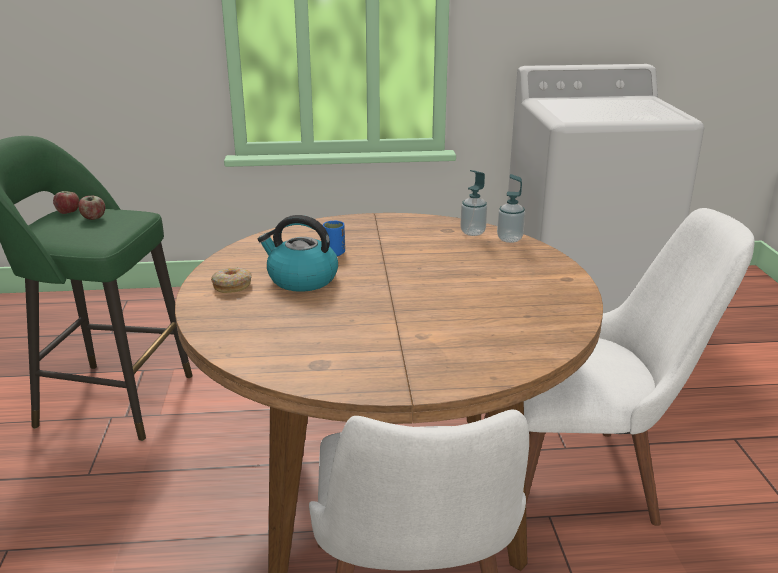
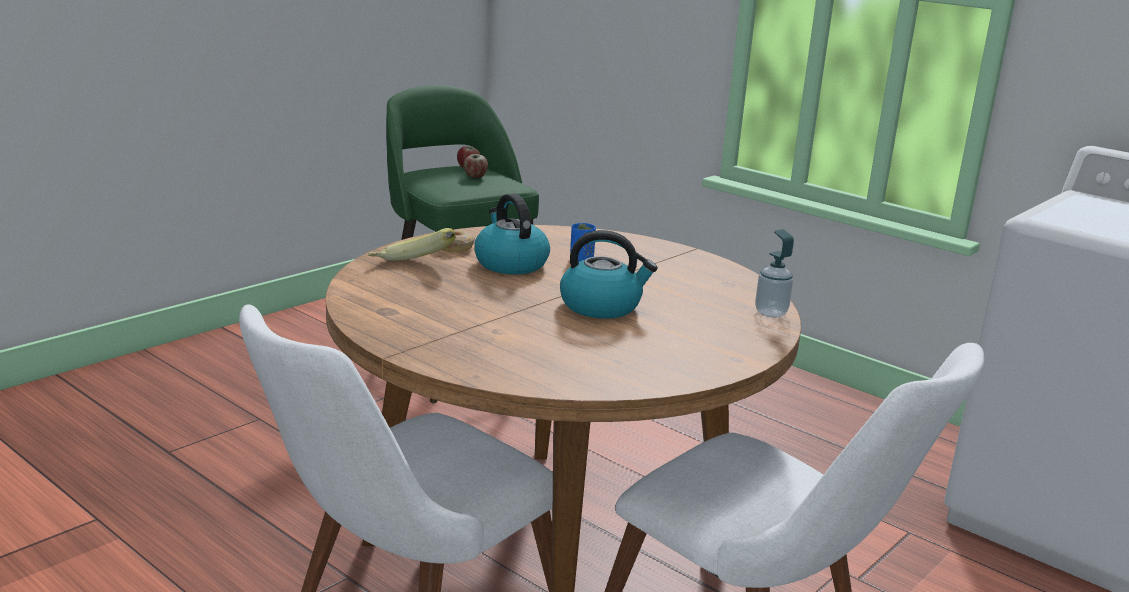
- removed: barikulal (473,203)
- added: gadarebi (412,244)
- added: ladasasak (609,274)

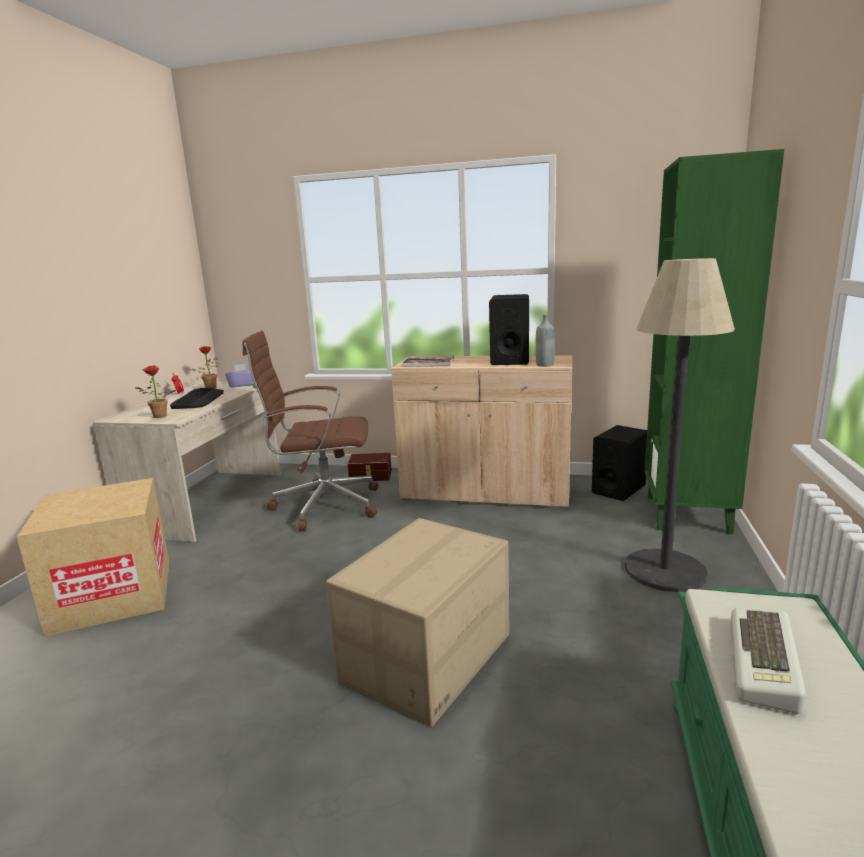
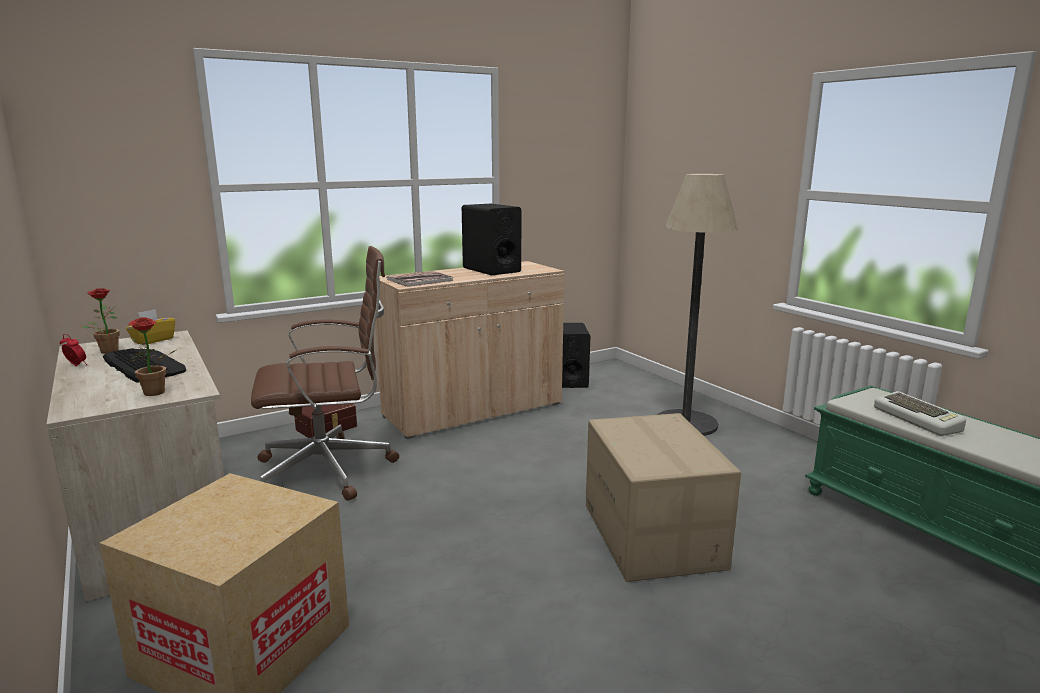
- removed: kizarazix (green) (714,341)
- removed: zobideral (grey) (545,340)
- turned: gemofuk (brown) (310,431) = (325,373) 150 degrees counterclockwise
- recoloured: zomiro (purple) (239,375) to zomiro (yellow) (150,327)

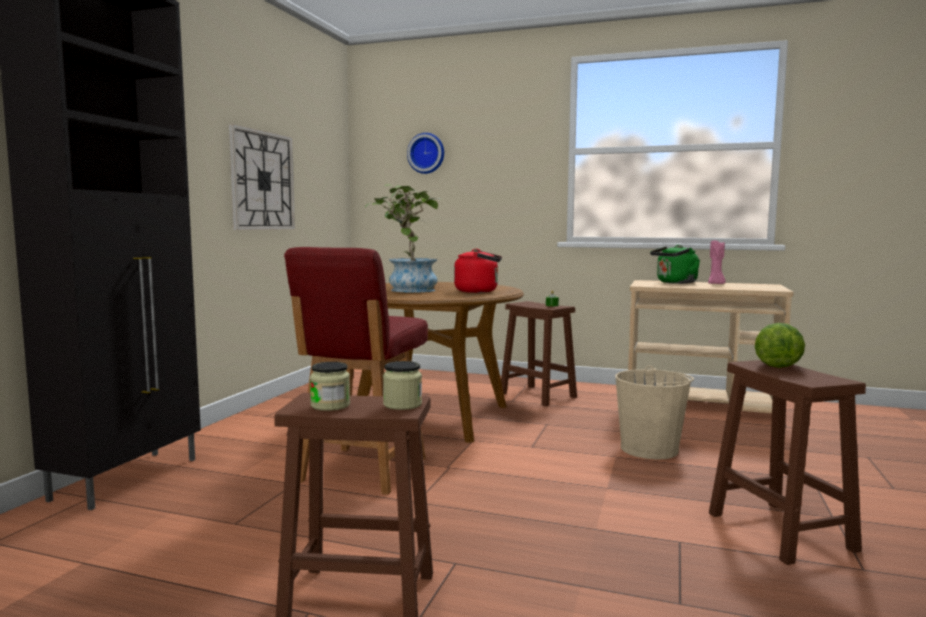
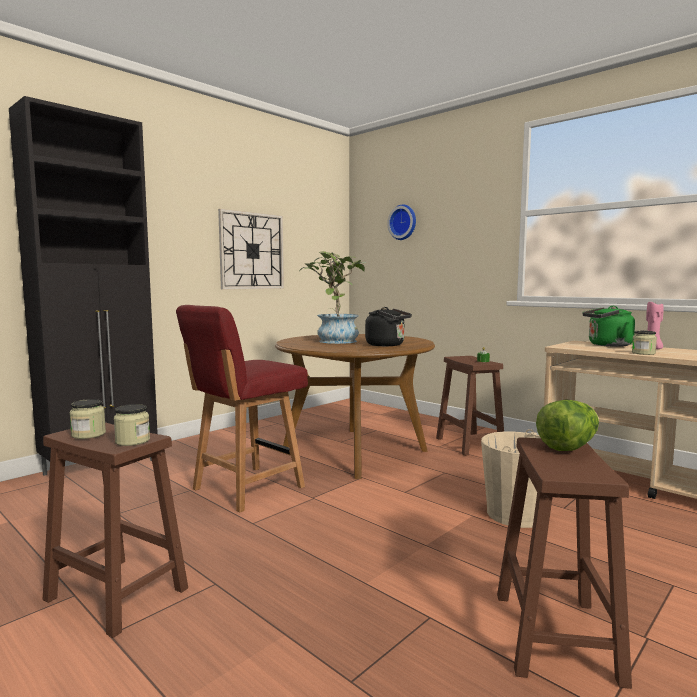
- recoloured: ladasasak (red) (478,271) to ladasasak (black) (388,326)
- added: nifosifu (644,343)

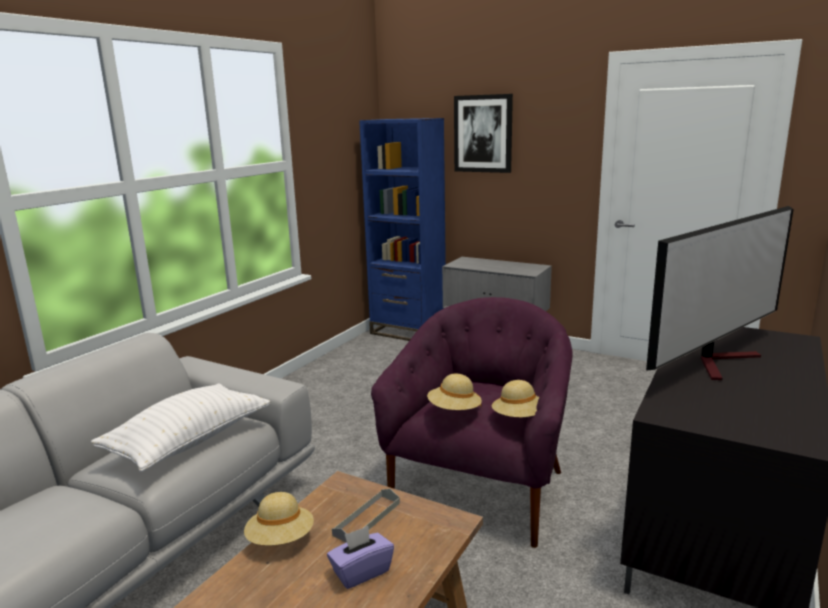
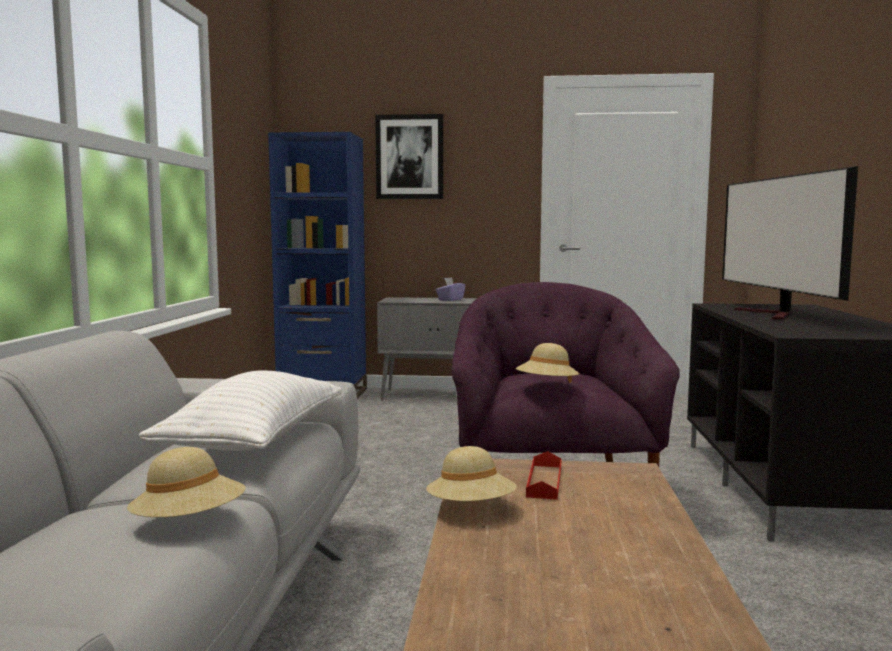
- turned: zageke (720,293) = (790,243) 150 degrees clockwise
- moved: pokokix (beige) (515,398) to (186,482)
- recoloured: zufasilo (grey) (366,515) to zufasilo (red) (543,475)
- moved: zomiro (purple) (360,557) to (450,289)

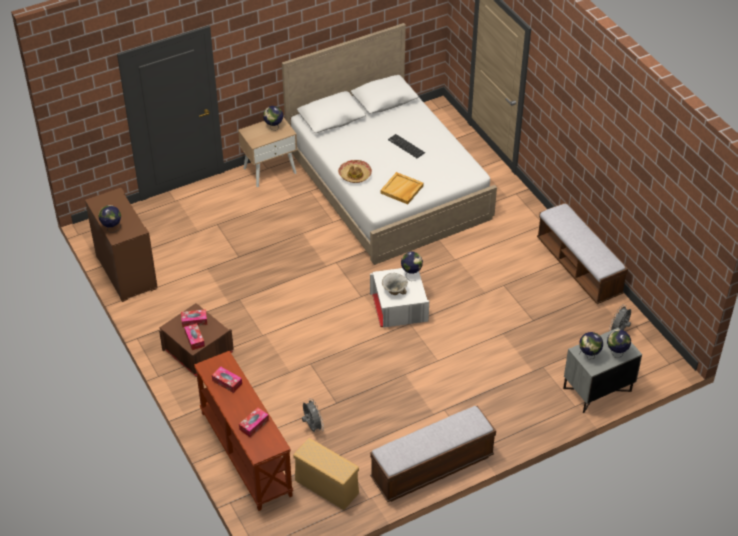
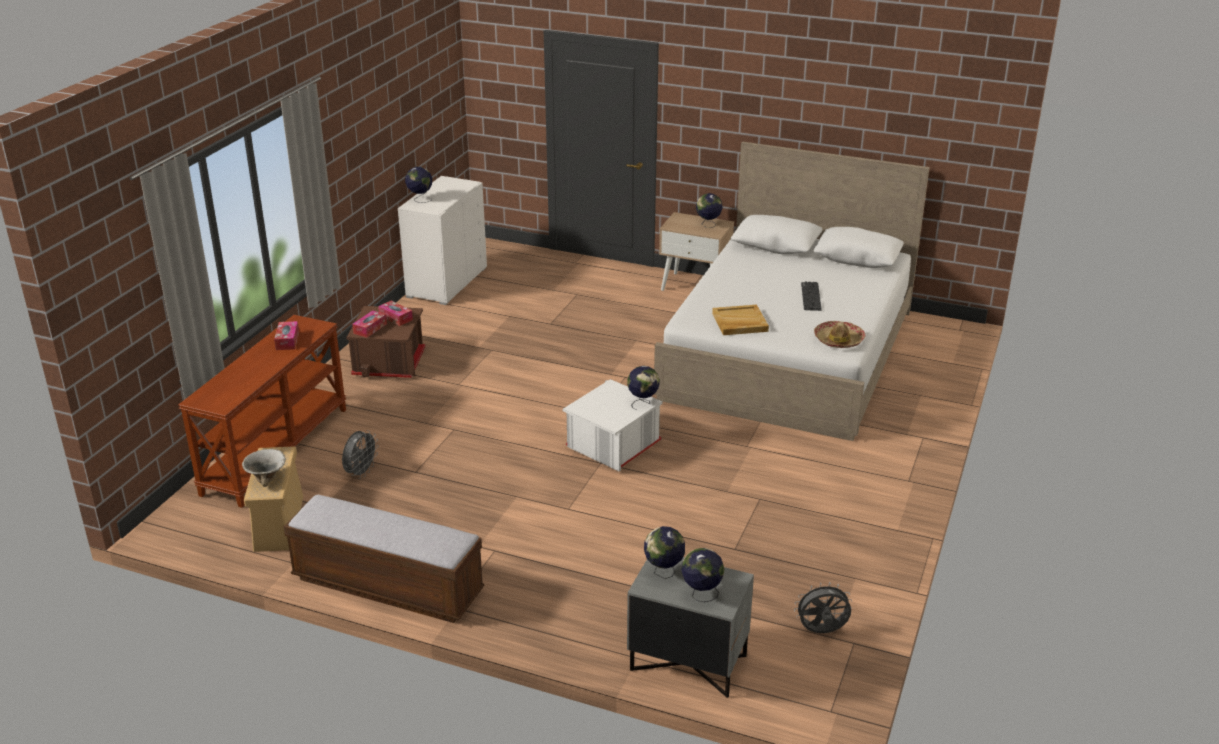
- moved: pokokix (355,171) to (839,334)
- recoloured: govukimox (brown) (121,245) to govukimox (white) (442,240)
- removed: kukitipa (582,253)
- moved: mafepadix (395,284) to (264,468)
- removed: zomiro (254,422)

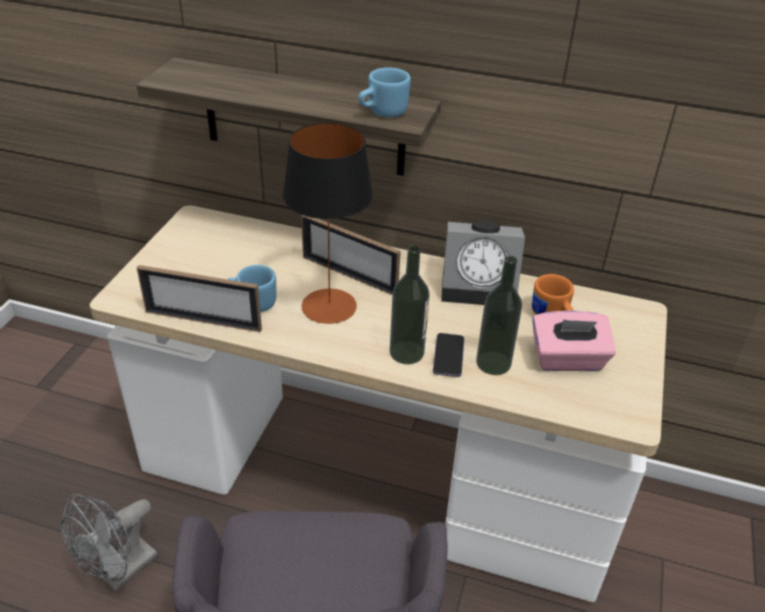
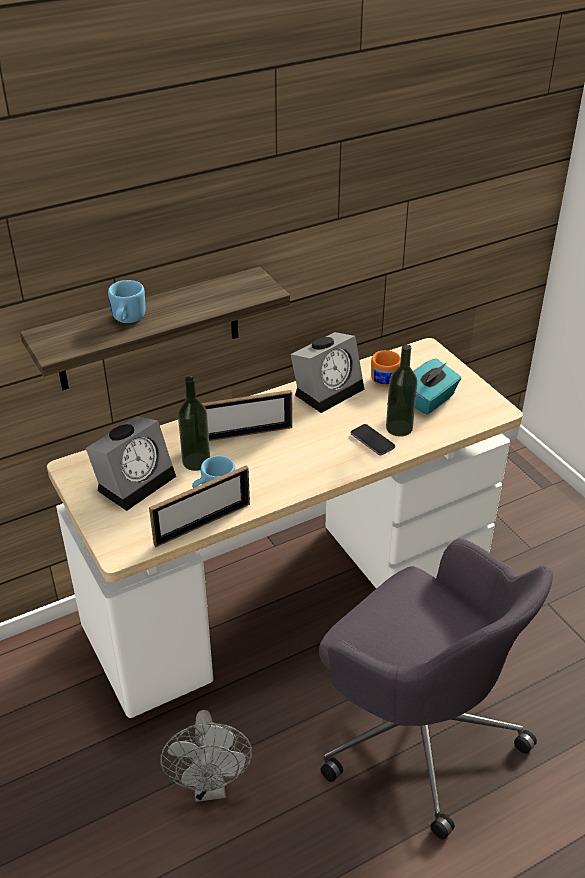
- moved: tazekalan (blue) (384,92) to (127,301)
- removed: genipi (328,223)
- moved: zobideral (410,304) to (194,423)
- recoloured: zomiro (pink) (574,341) to zomiro (turquoise) (437,386)
- added: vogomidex (131,463)

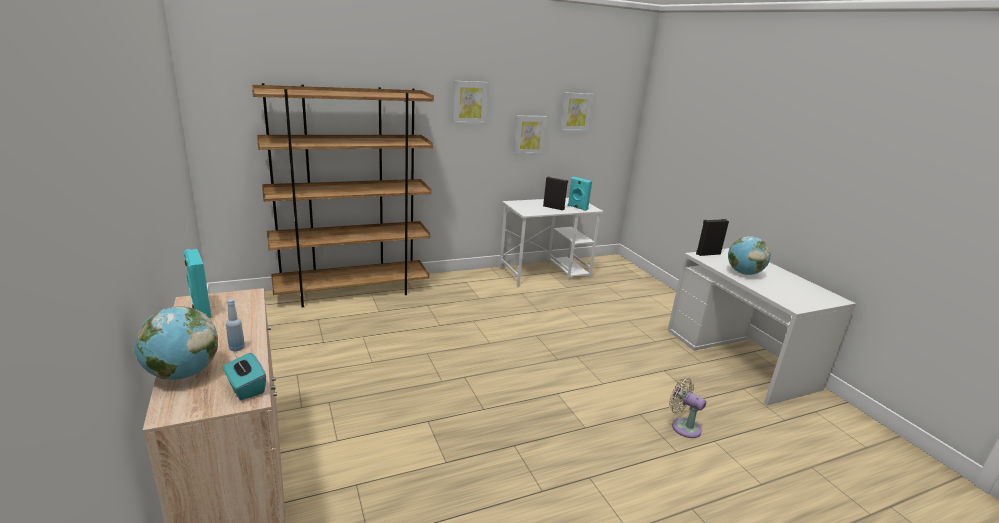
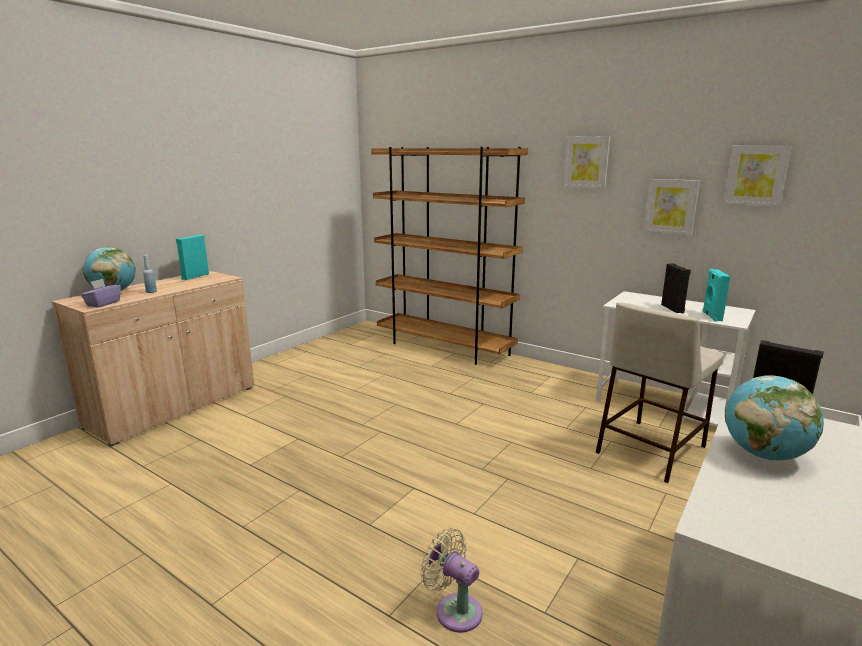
- recoloured: zomiro (turquoise) (244,376) to zomiro (purple) (101,293)
- turned: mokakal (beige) (687,407) = (451,580) 60 degrees counterclockwise
- added: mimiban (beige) (660,393)

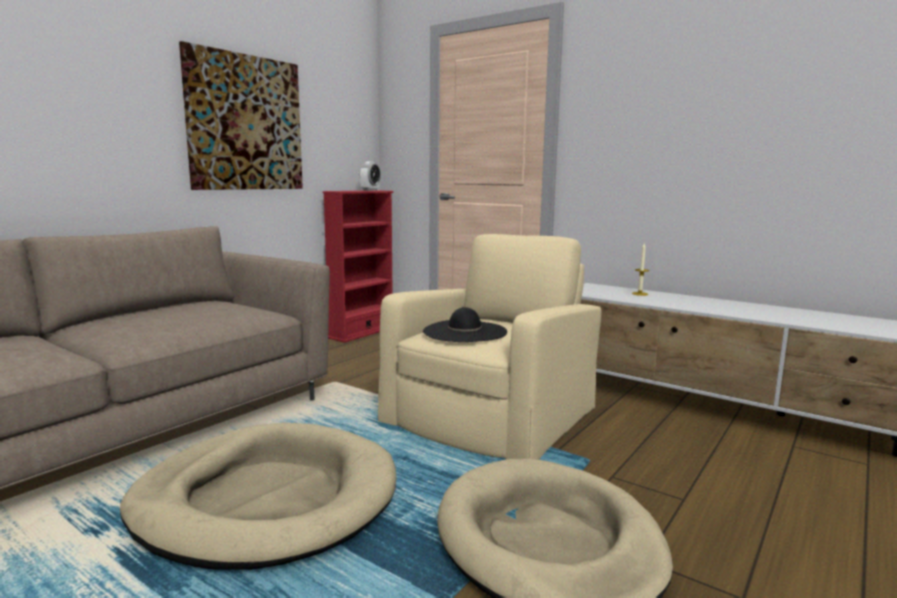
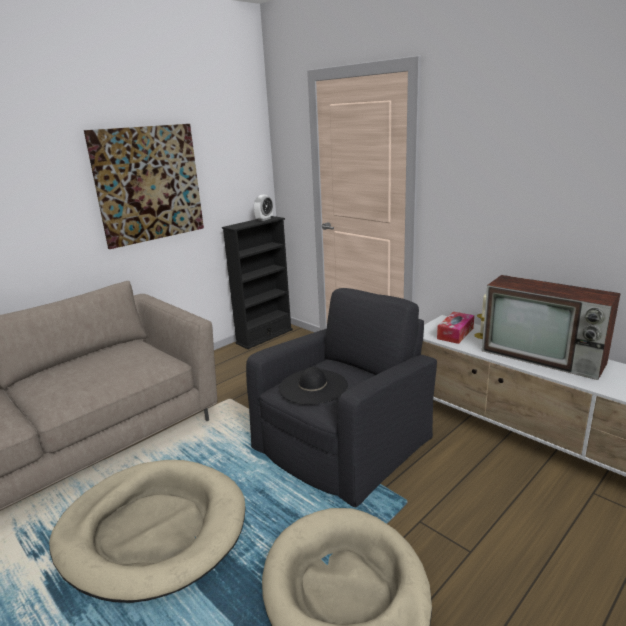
- recoloured: kizarazix (red) (357,266) to kizarazix (black) (257,282)
- recoloured: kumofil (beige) (489,347) to kumofil (black) (341,397)
- added: zageke (551,327)
- added: zomiro (455,328)

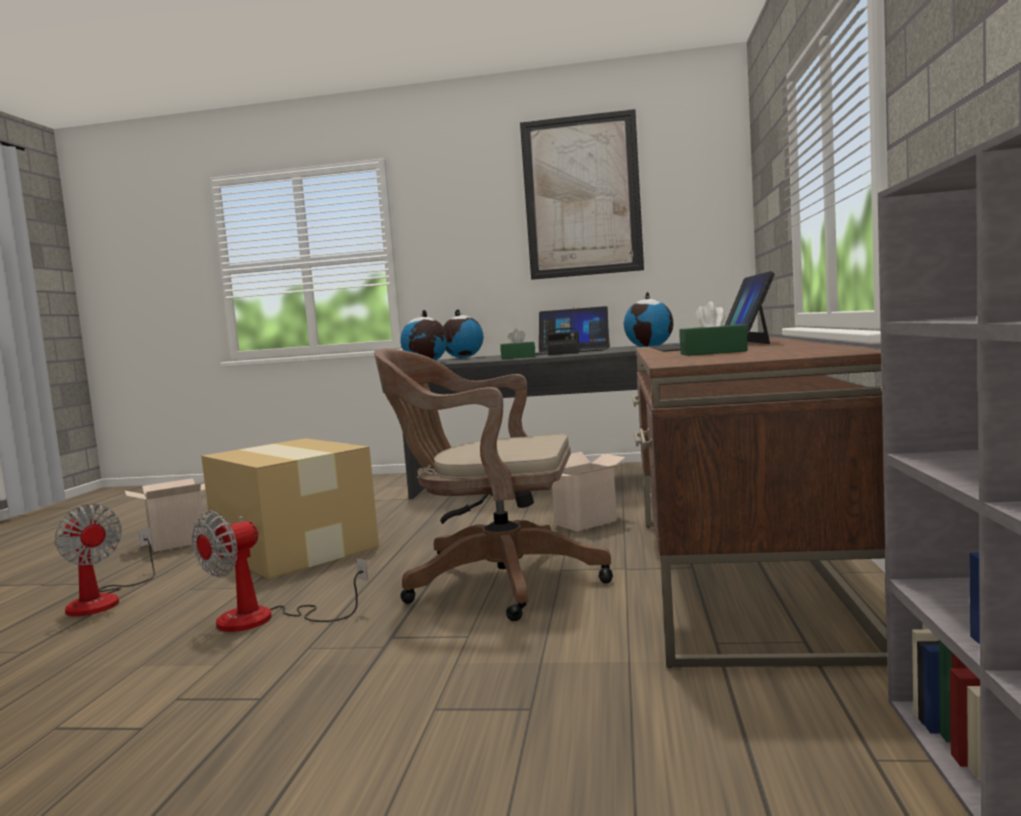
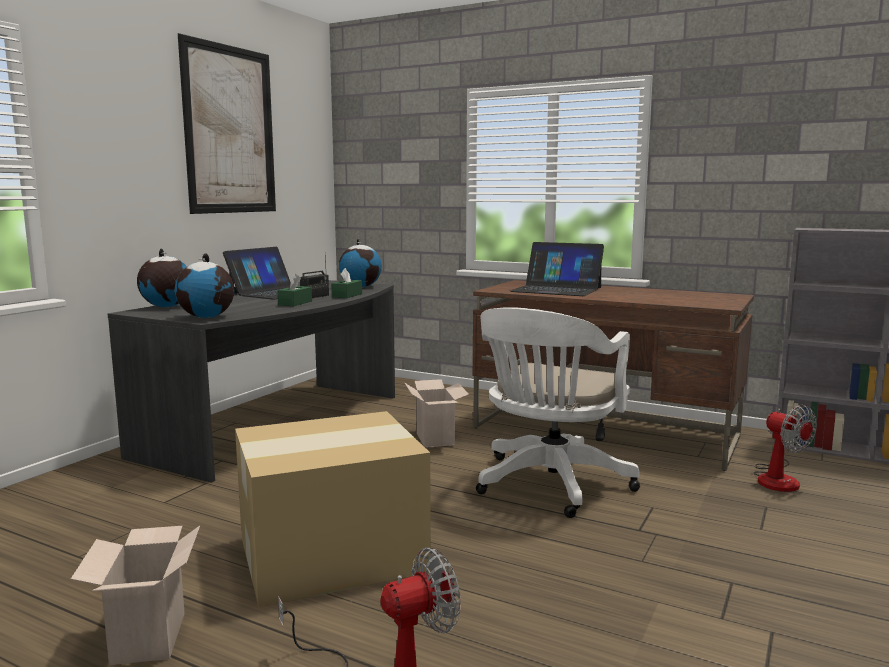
- moved: zomiro (green) (713,328) to (346,283)
- recoloured: gemofuk (brown) (493,484) to gemofuk (white) (558,412)
- moved: mokakal (280,571) to (785,448)

